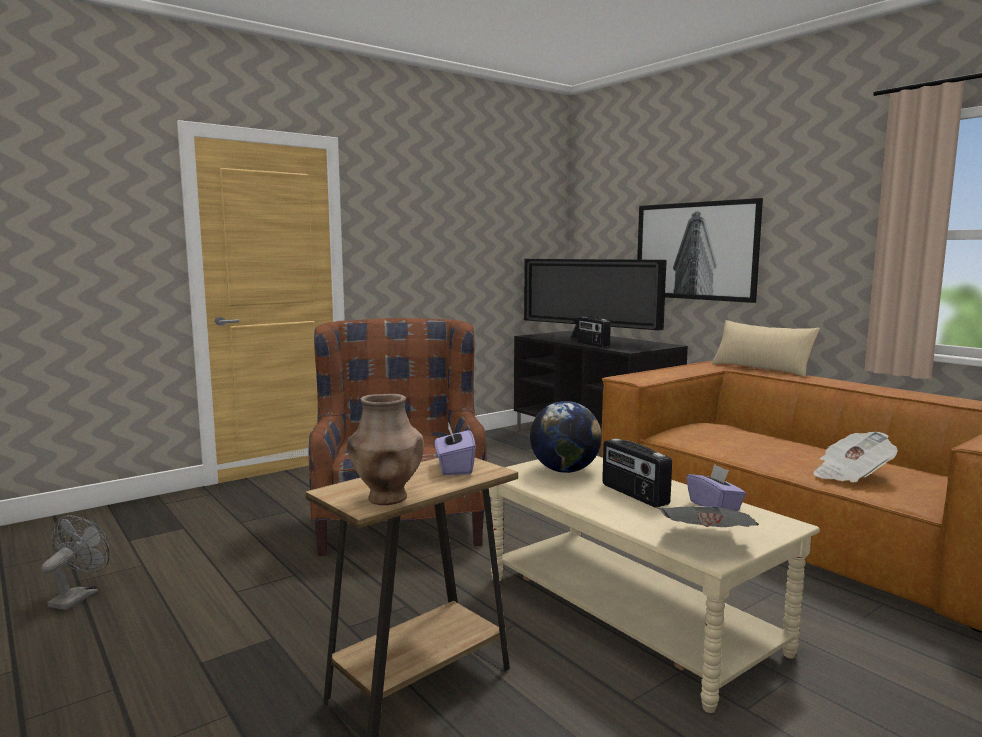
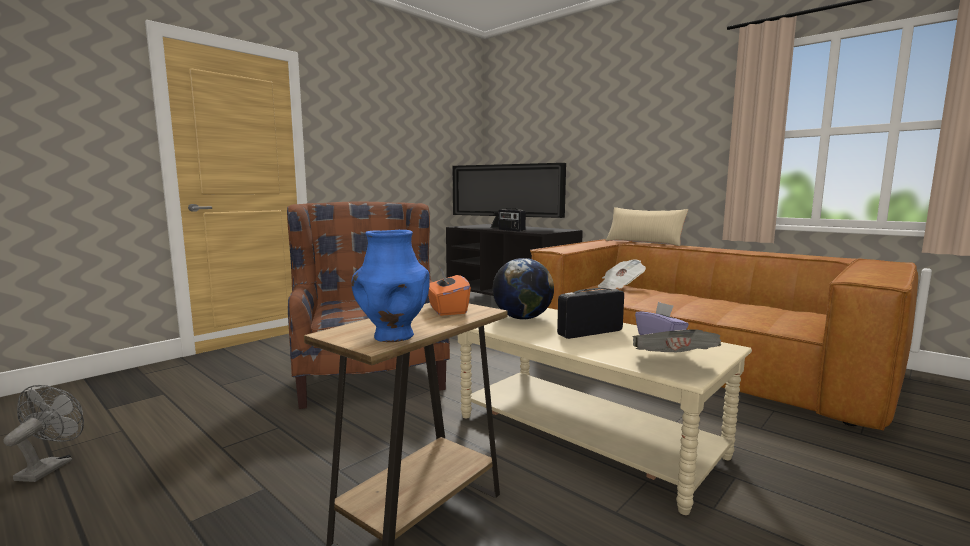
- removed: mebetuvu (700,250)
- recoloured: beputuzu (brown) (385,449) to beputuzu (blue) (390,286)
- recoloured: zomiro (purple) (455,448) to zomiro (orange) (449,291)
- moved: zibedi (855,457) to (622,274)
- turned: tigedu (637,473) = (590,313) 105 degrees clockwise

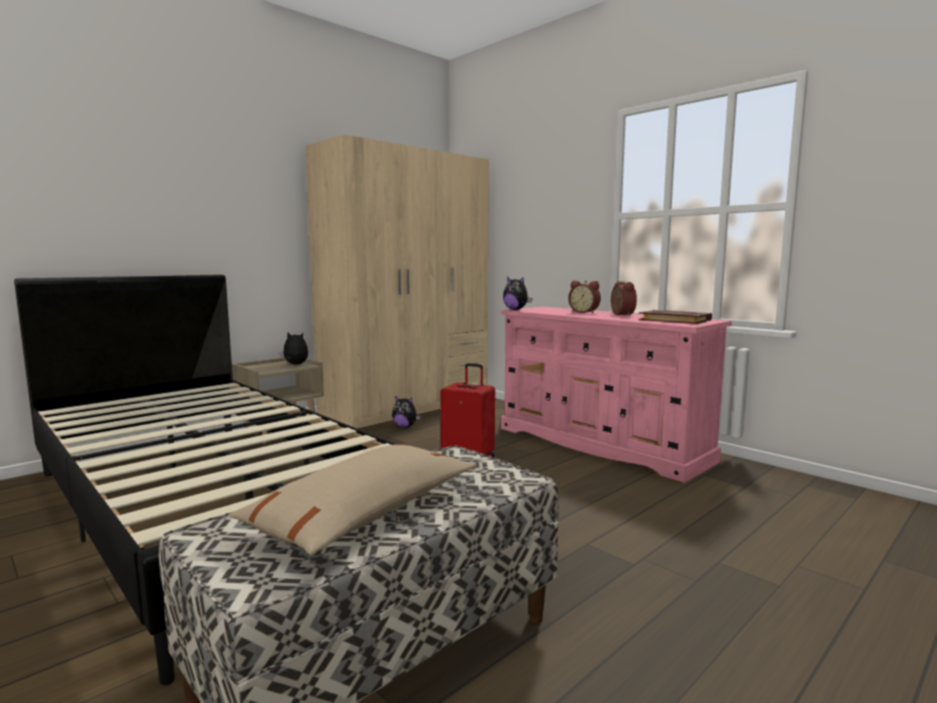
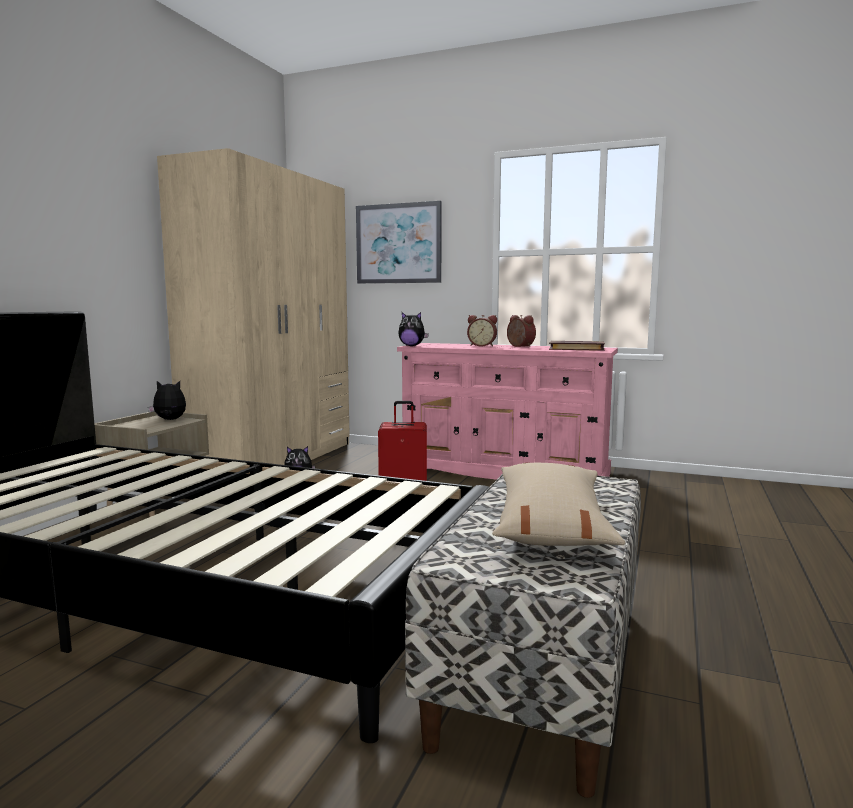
- added: mebetuvu (399,242)

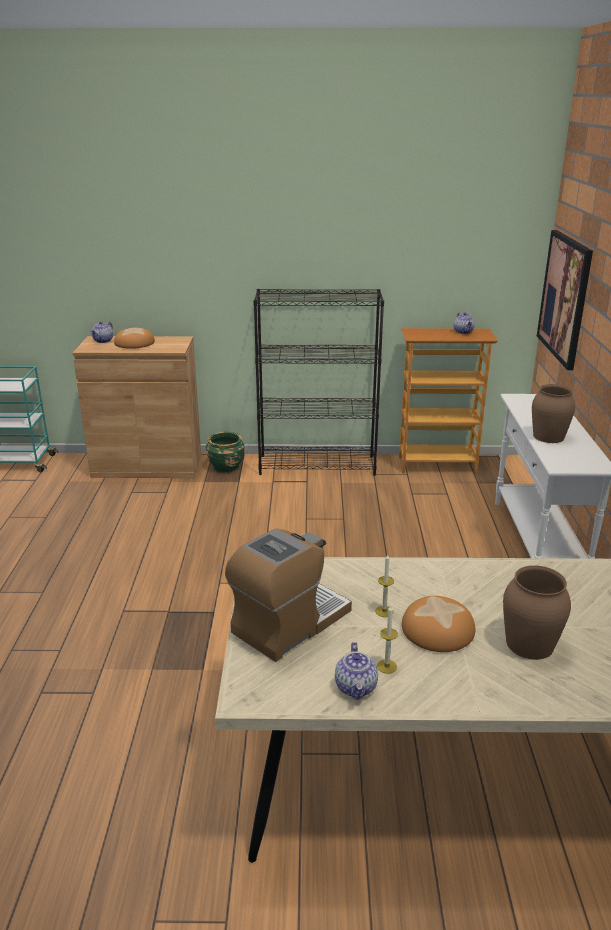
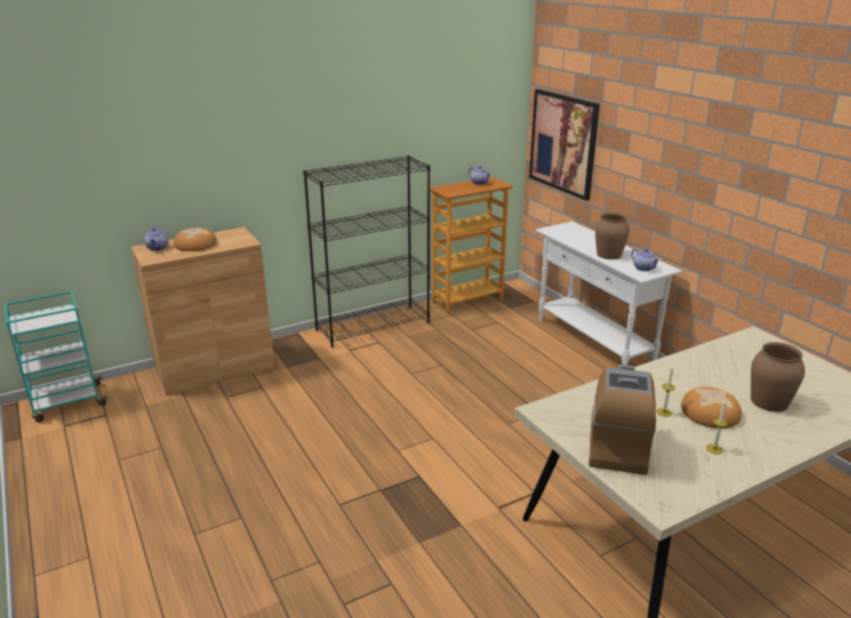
- removed: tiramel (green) (225,452)
- moved: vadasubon (356,671) to (645,259)

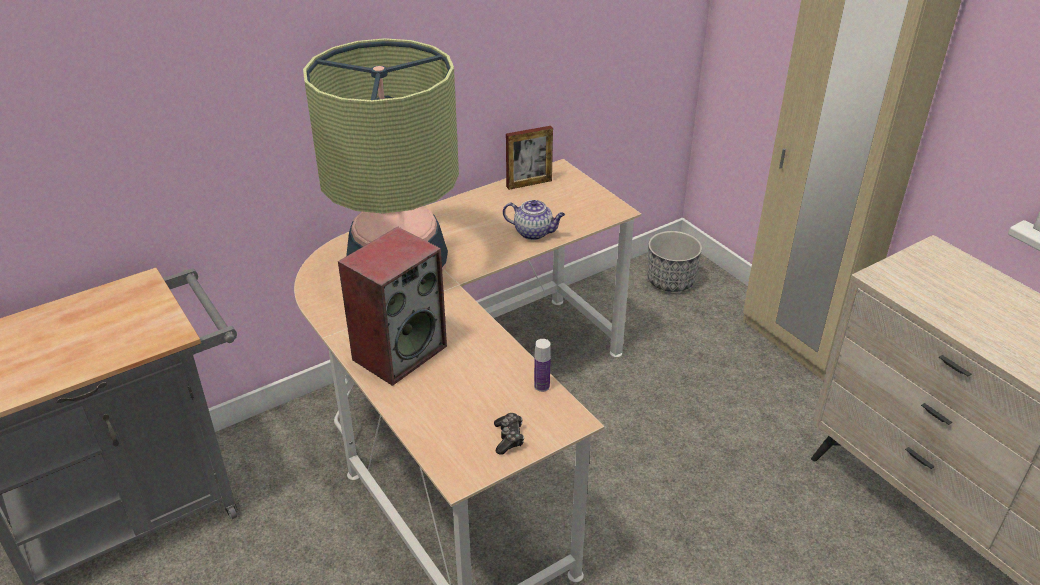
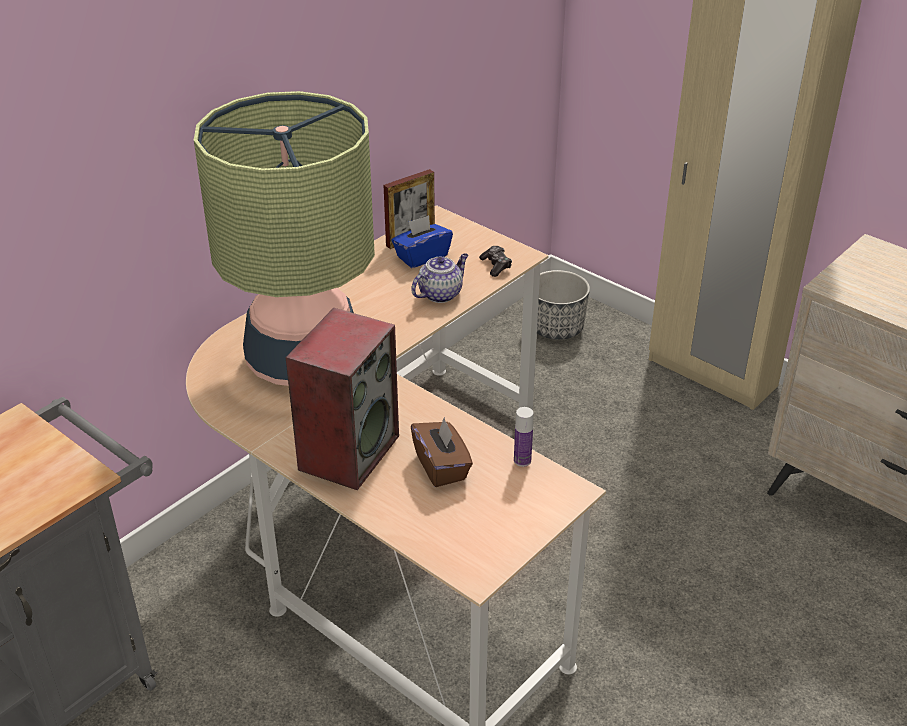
- turned: vadasubon (534,220) = (439,278) 45 degrees counterclockwise
- moved: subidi (509,434) to (495,261)
- added: zomiro (blue) (422,241)
- added: zomiro (brown) (442,452)

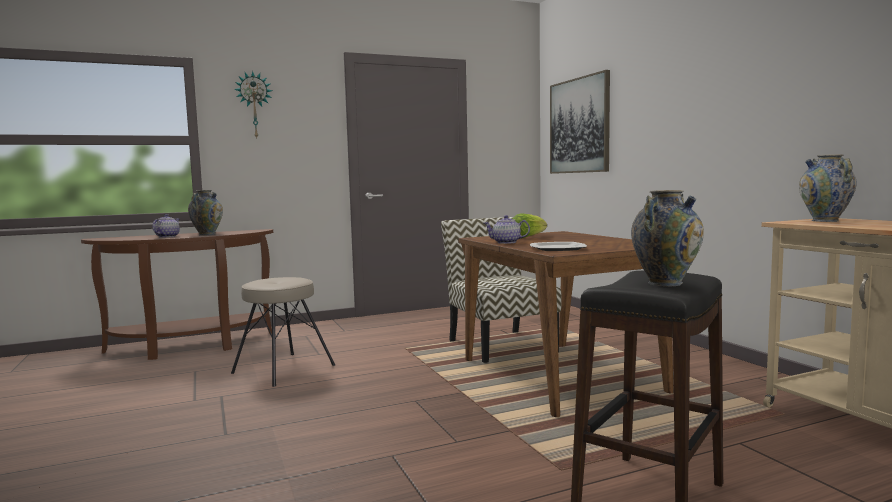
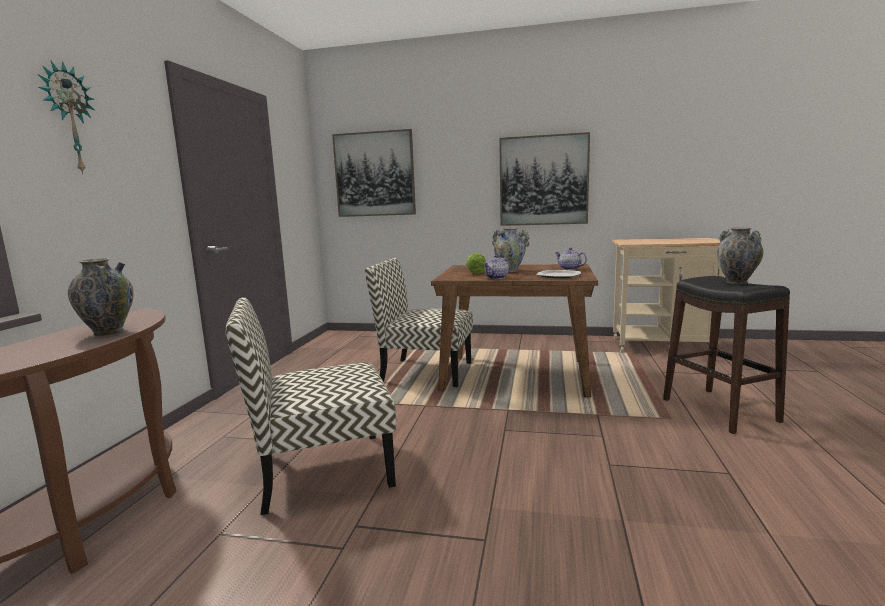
- moved: beputuzu (828,188) to (511,249)
- moved: vadasubon (166,226) to (571,258)
- replaced: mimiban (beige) (283,332) to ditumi (310,406)
- added: mebetuvu (544,179)

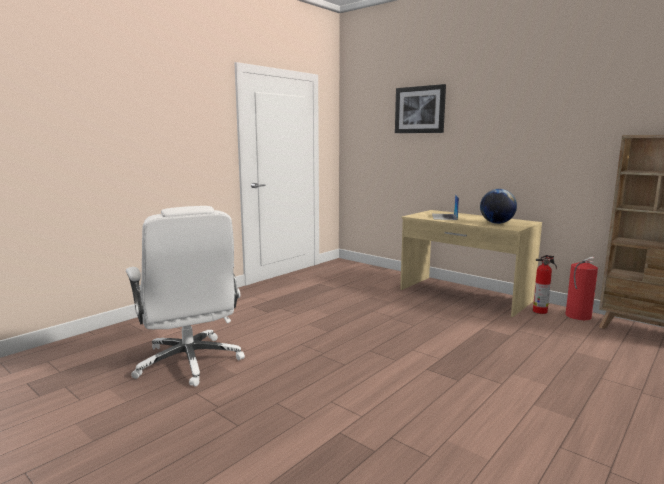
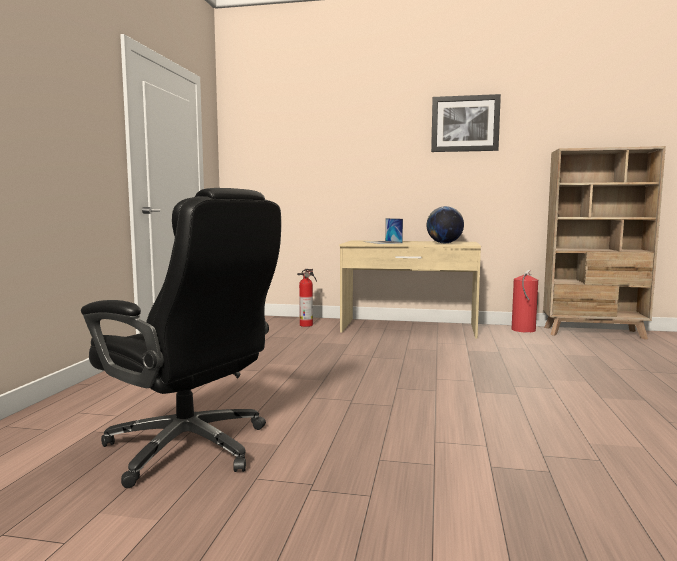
- moved: mebetuvu (420,108) to (466,123)
- recoloured: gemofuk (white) (185,296) to gemofuk (black) (181,338)
- moved: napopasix (545,284) to (307,298)

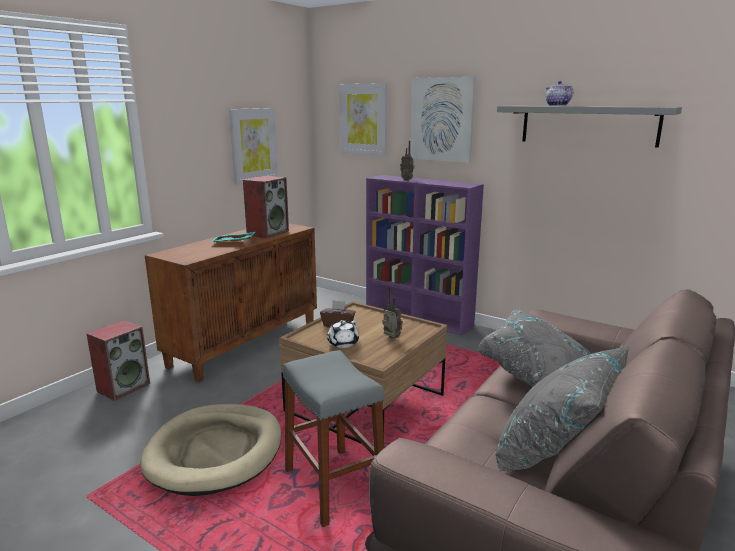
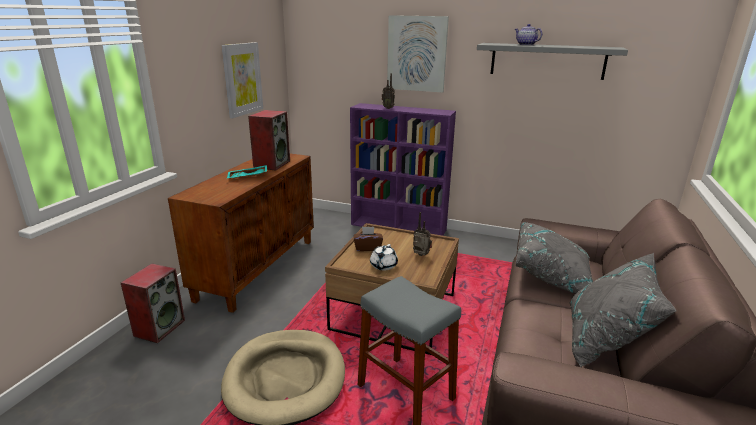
- removed: mebetuvu (363,119)

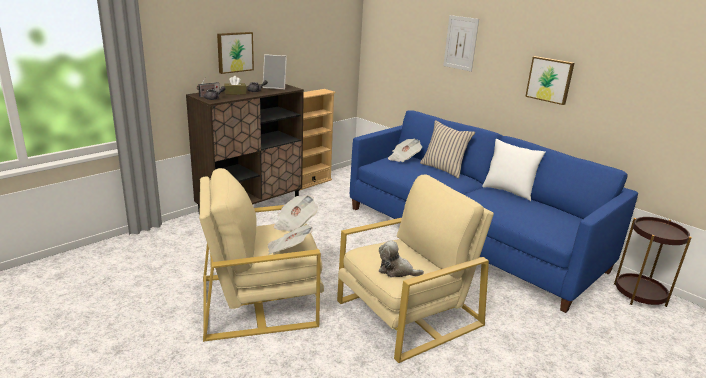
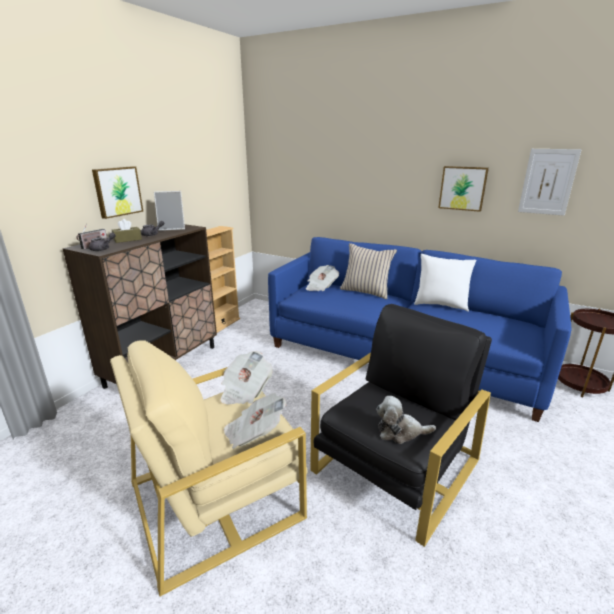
- moved: mebetuvu (461,43) to (550,182)
- recoloured: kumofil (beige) (415,269) to kumofil (black) (401,425)

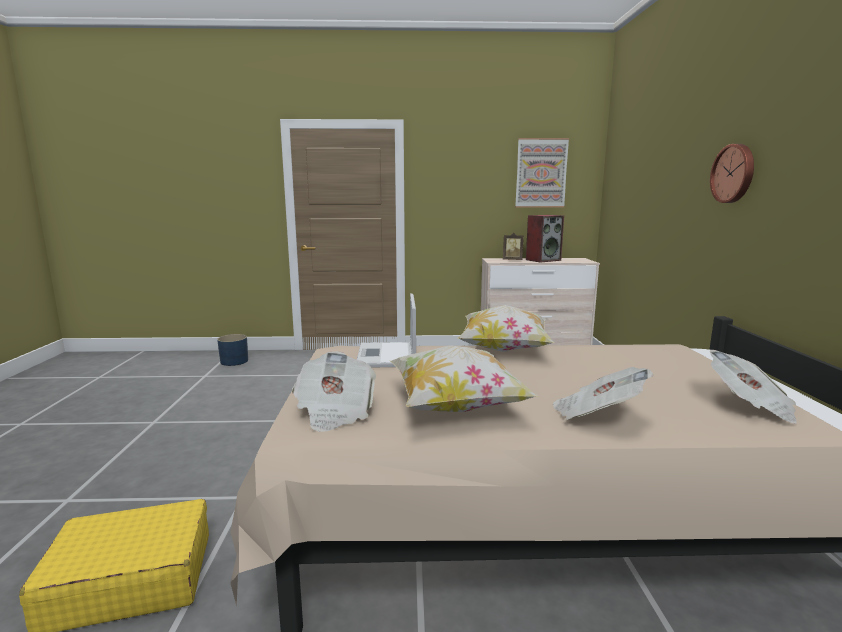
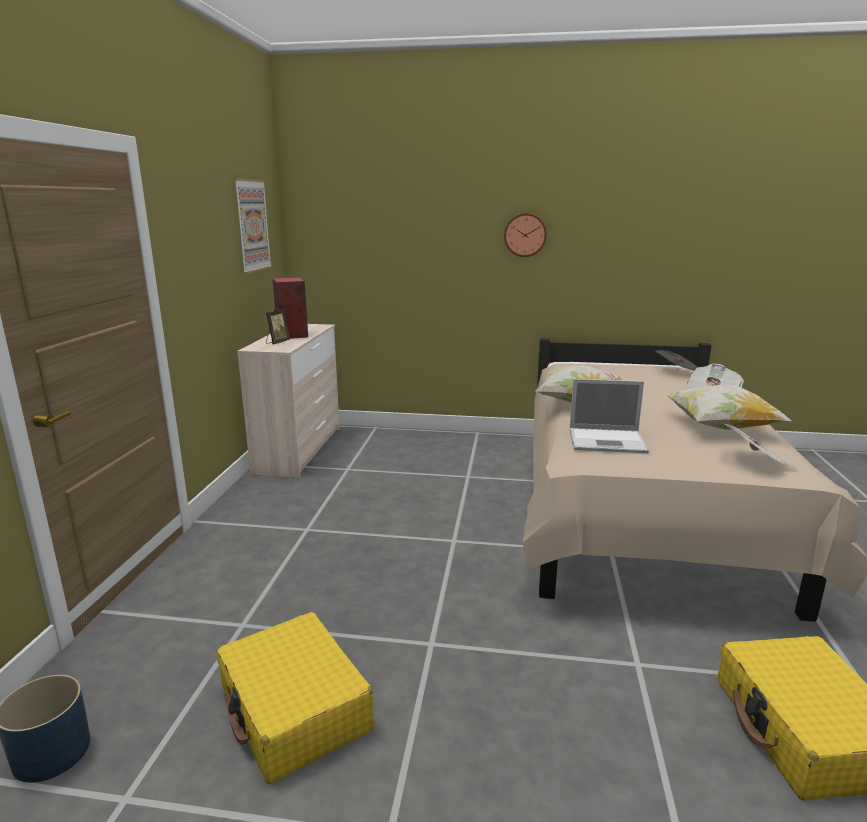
- added: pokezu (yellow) (295,698)

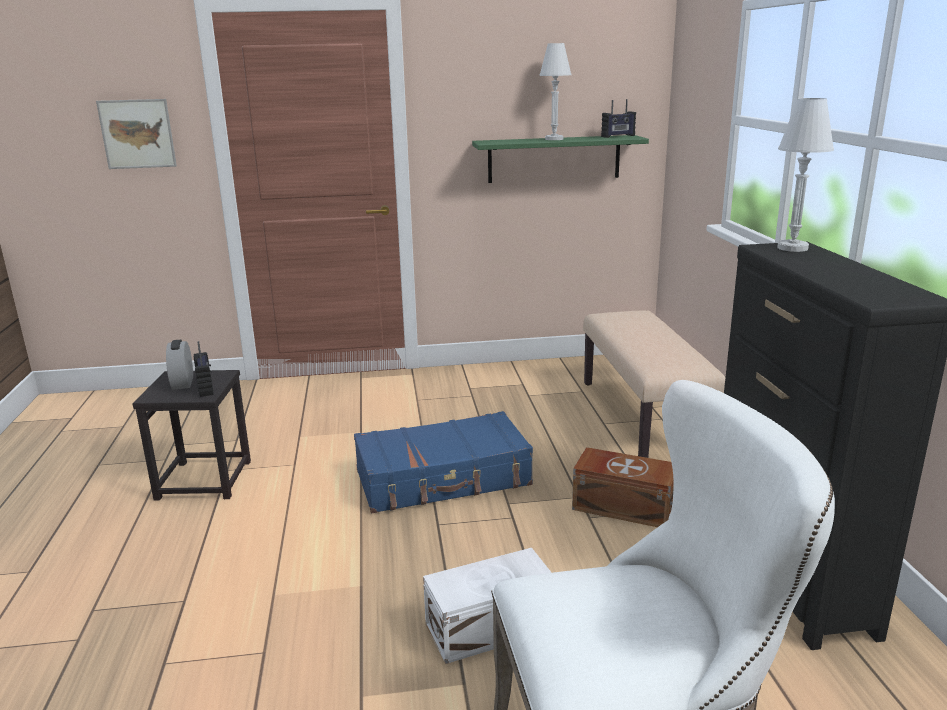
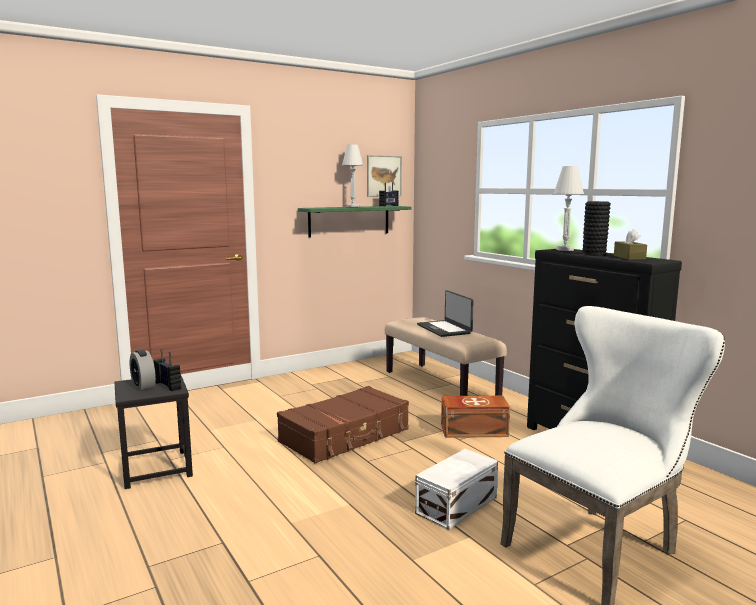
- moved: mebetuvu (136,134) to (384,176)
- recoloured: pokezu (blue) (443,462) to pokezu (brown) (343,425)
- added: beputuzu (black) (596,228)
- added: zomiro (brown) (630,244)
- added: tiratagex (445,313)

